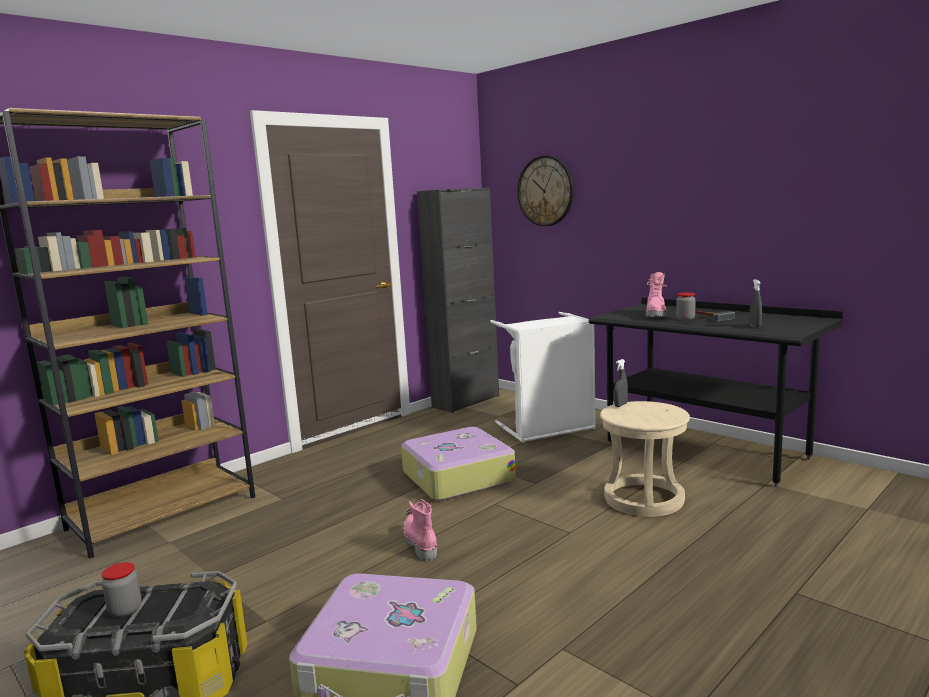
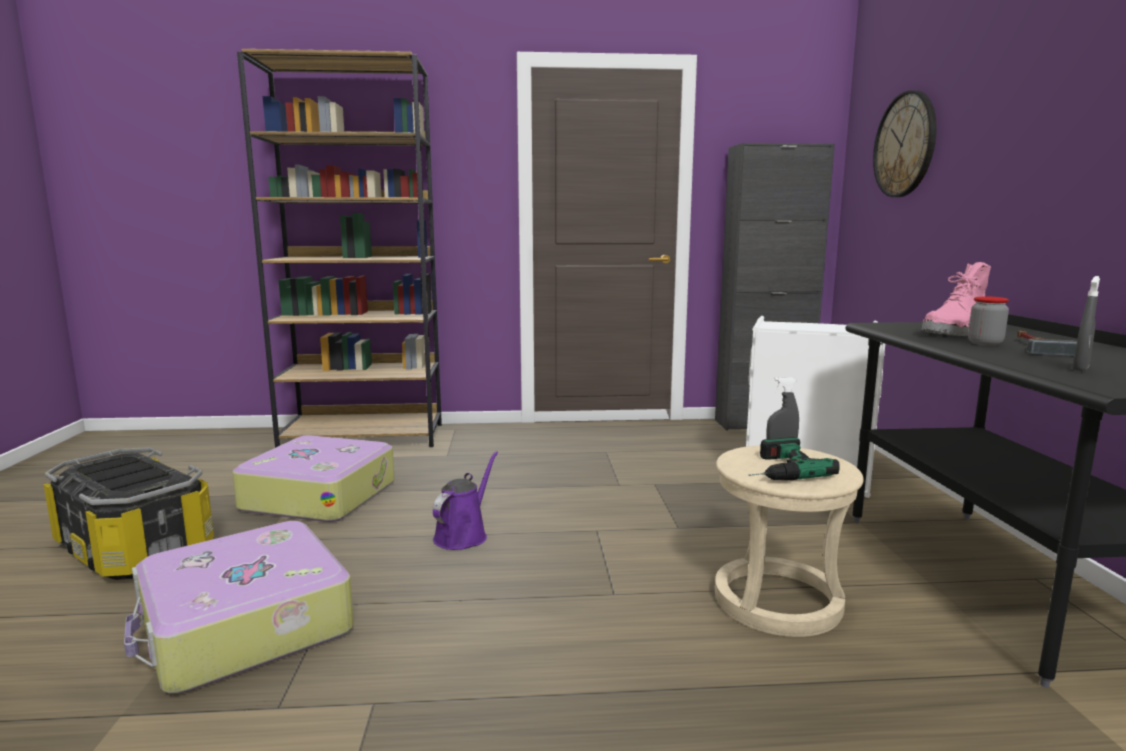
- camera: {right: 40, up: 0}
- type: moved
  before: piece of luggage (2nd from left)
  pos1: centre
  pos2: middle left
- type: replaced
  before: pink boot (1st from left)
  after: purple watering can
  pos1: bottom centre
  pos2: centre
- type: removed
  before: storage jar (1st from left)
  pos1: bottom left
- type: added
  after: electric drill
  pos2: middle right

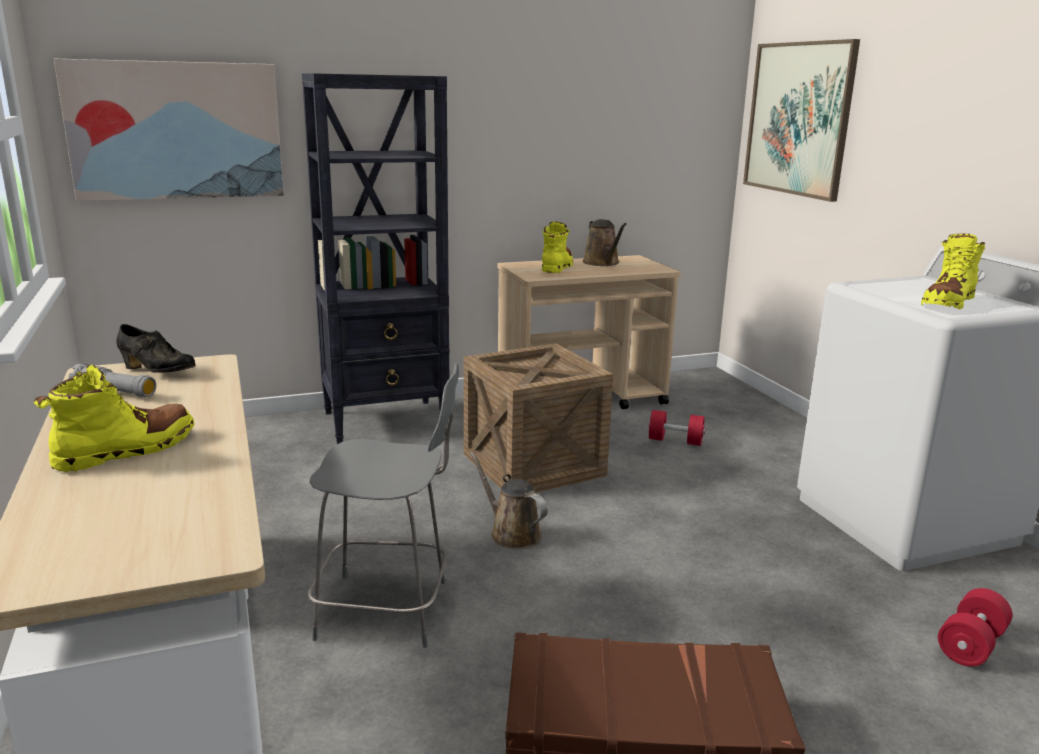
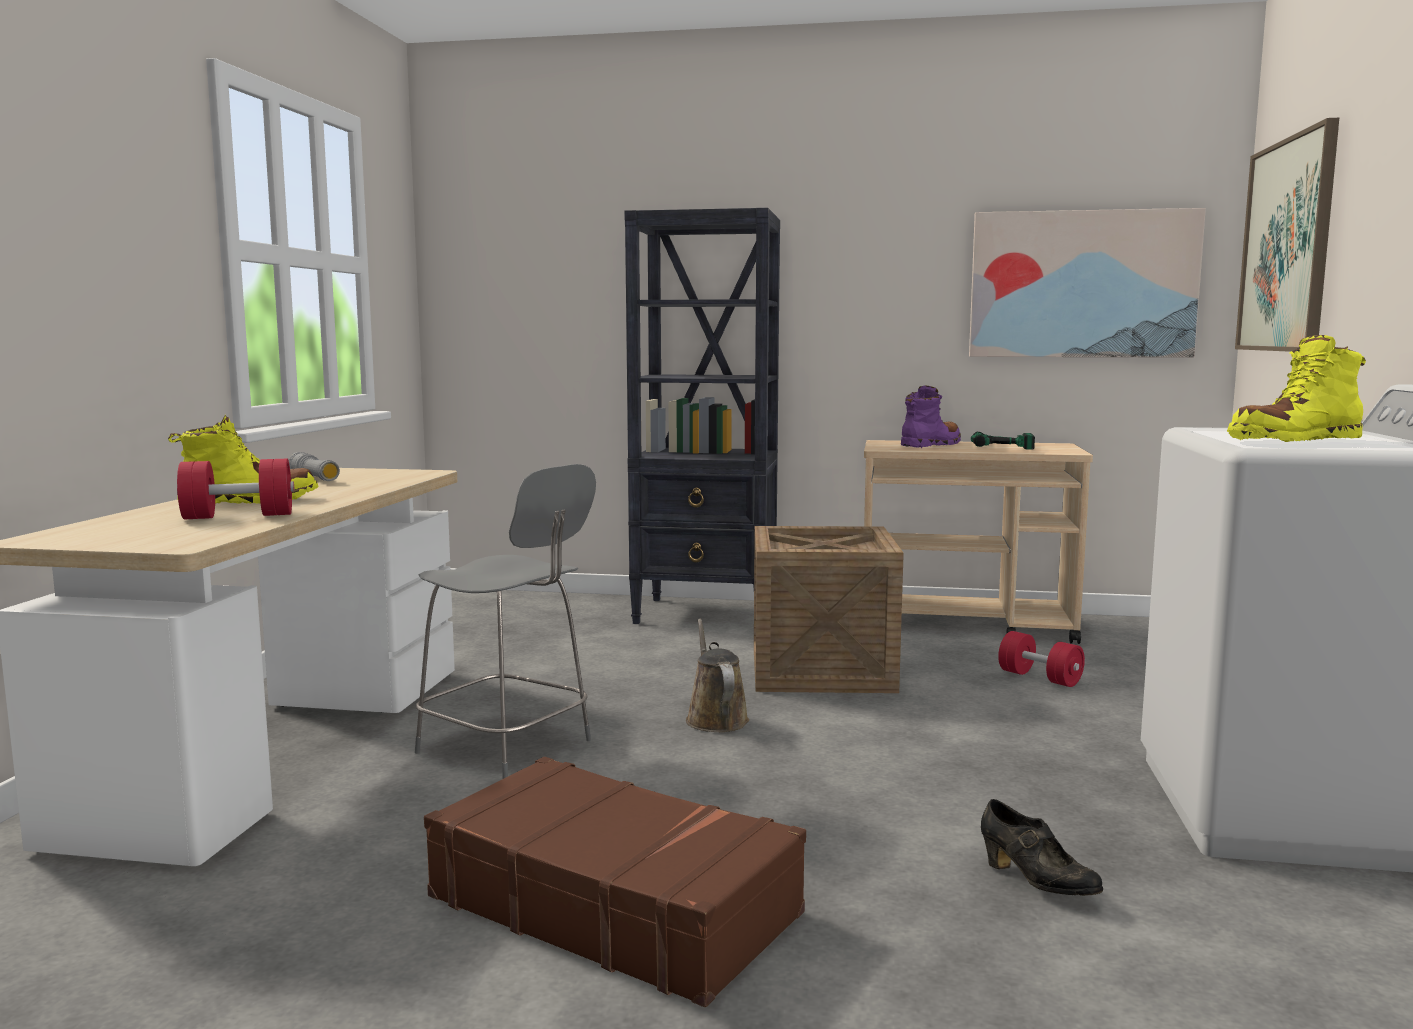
- camera: {right: 30, up: -10}
- type: moved
  before: wall art (1st from left)
  pos1: top left
  pos2: top right
- type: replaced
  before: brown-coloured watering can (2nd from left)
  after: electric drill
  pos1: top centre
  pos2: middle right
- type: recoloured
  before: yellow-coloured boot (2nd from left)
  after: purple boot
  pos1: top centre
  pos2: centre
- type: moved
  before: black low shoe
  pos1: middle left
  pos2: bottom right
- type: moved
  before: red hand weight (2nd from left in the first image)
  after: red hand weight (1st from left)
  pos1: bottom right
  pos2: middle left

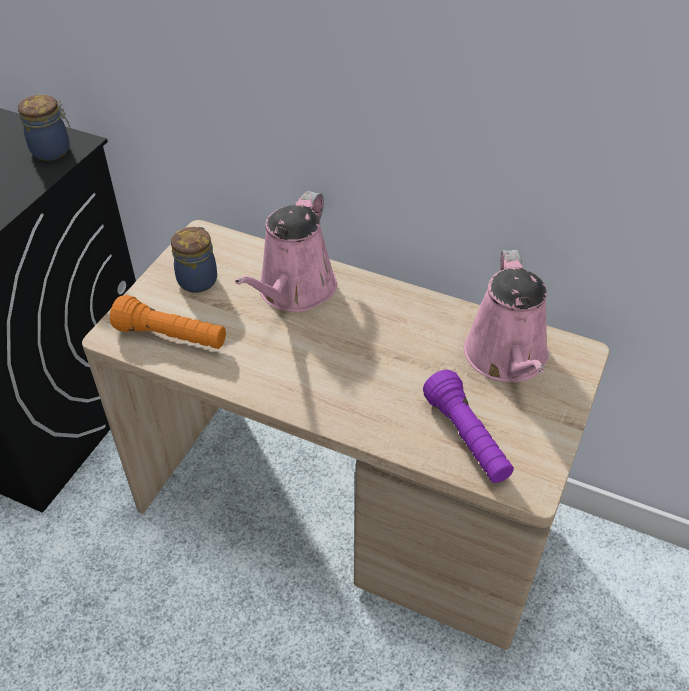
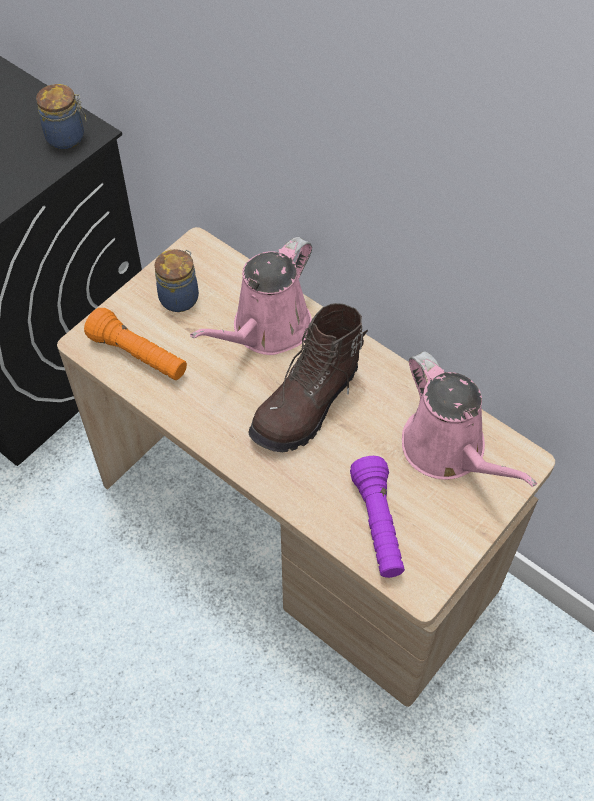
- camera: {right: 15, up: 10}
- type: turned
  before: pink watering can (2nd from left)
  pos1: middle right
  pos2: middle right
  turn: -45
- type: added
  after: brown-coloured boot
  pos2: centre

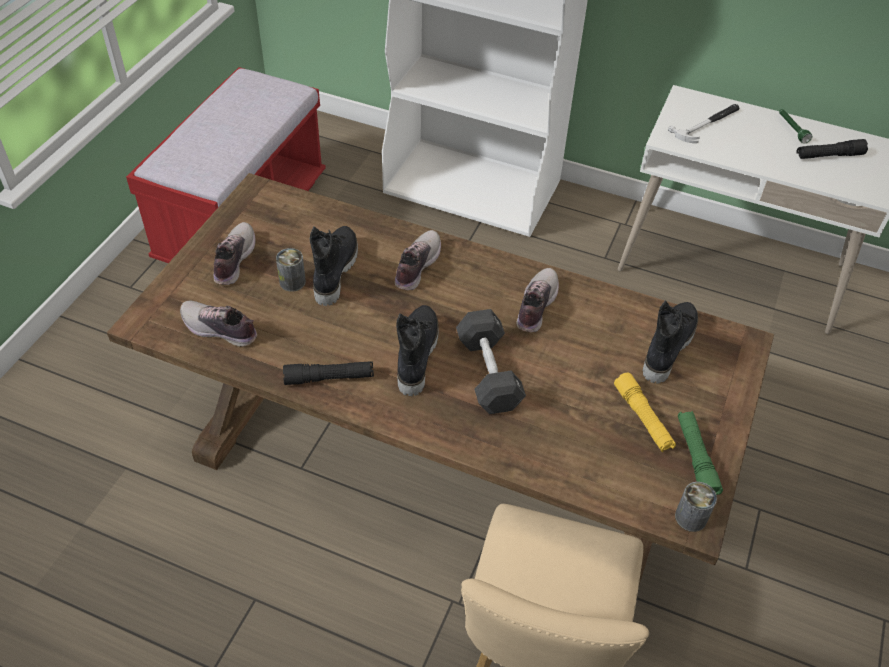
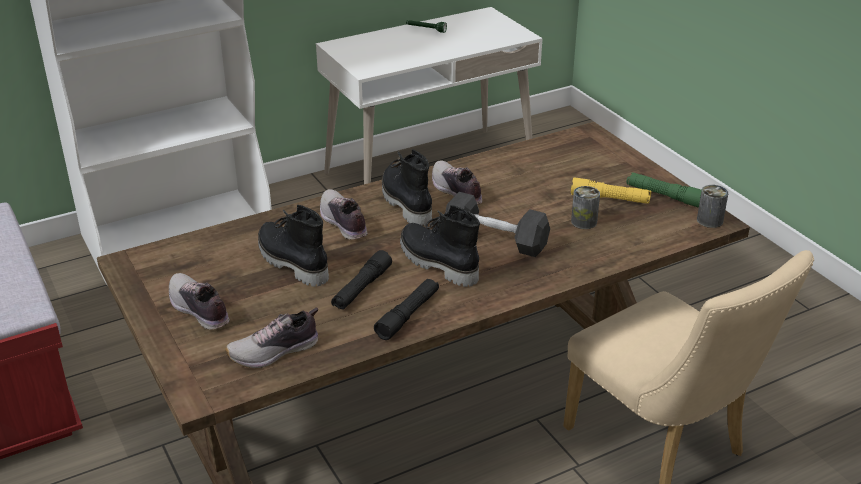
- camera: {right: -50, up: -15}
- type: removed
  before: tool hammer
  pos1: top right
- type: moved
  before: black flashlight (2nd from left in the first image)
  after: black flashlight (1st from left)
  pos1: top right
  pos2: centre
- type: moved
  before: metal can (1st from left)
  pos1: middle left
  pos2: middle right
- type: moved
  before: black boot (3rd from left in the first image)
  after: black boot (2nd from left)
  pos1: middle right
  pos2: centre

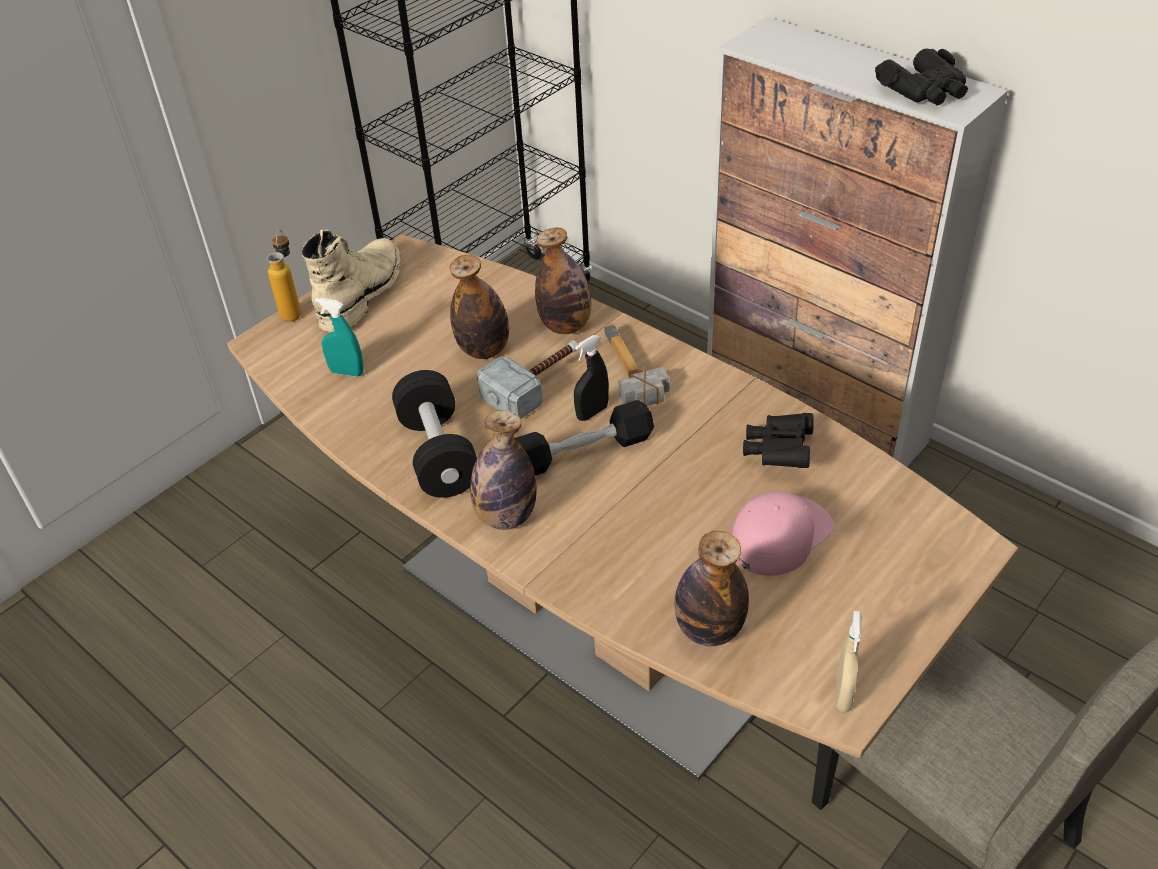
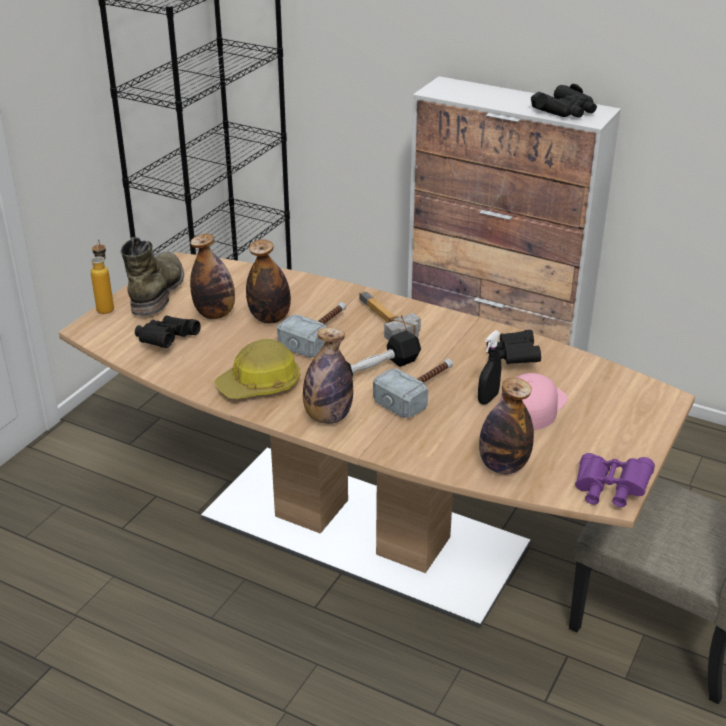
- camera: {right: -15, up: -10}
- type: moved
  before: bottle (4th from left in the first image)
  after: bottle (2nd from left)
  pos1: top centre
  pos2: middle left
- type: recoloured
  before: beige-coloured boot
  after: green-coloured boot
  pos1: top left
  pos2: middle left
- type: replaced
  before: turquoise spray bottle
  after: black binoculars (1st from left)
  pos1: middle left
  pos2: middle left
- type: moved
  before: black spray bottle
  pos1: centre
  pos2: middle right
- type: replaced
  before: black hand weight (1st from left)
  after: hard hat
  pos1: centre
  pos2: centre
- type: replaced
  before: beige-coloured spray bottle
  after: purple binoculars
  pos1: bottom right
  pos2: middle right
- type: added
  after: tool hammer (3rd from left)
  pos2: centre

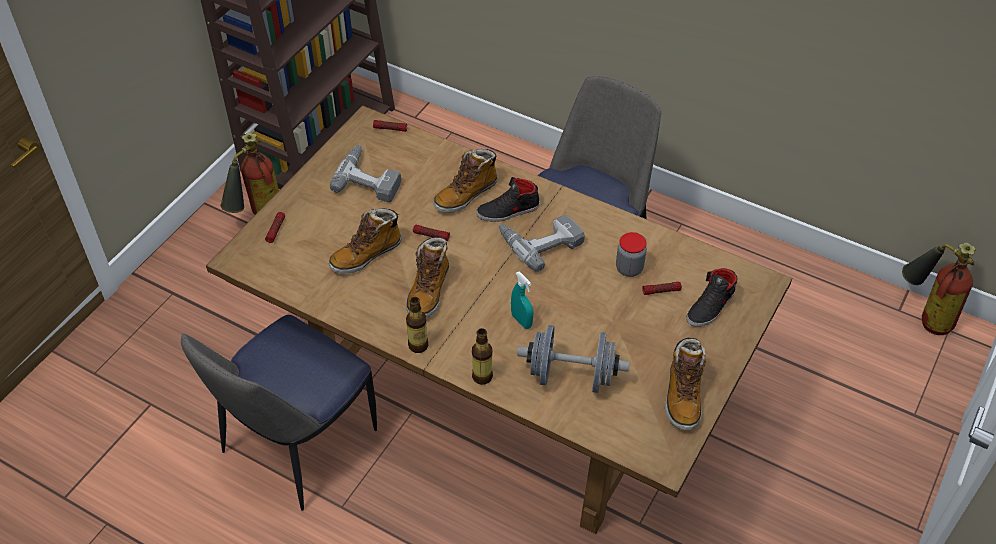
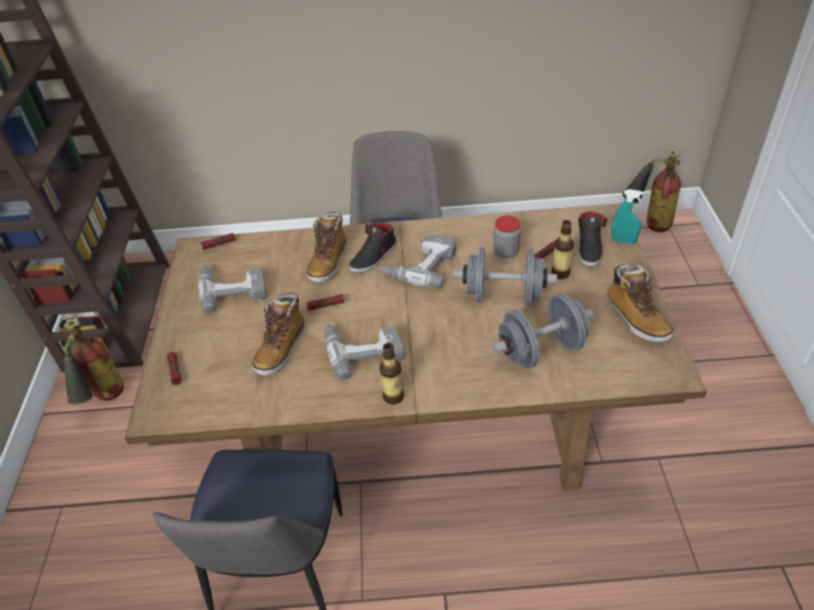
- camera: {right: -30, up: -5}
- type: replaced
  before: boot (2nd from left)
  after: electric drill (2nd from left)
  pos1: centre
  pos2: centre
- type: moved
  before: turquoise spray bottle
  pos1: centre
  pos2: middle right
- type: moved
  before: bottle (2nd from left)
  pos1: centre
  pos2: middle right
- type: added
  after: gray hand weight (1st from left)
  pos2: centre

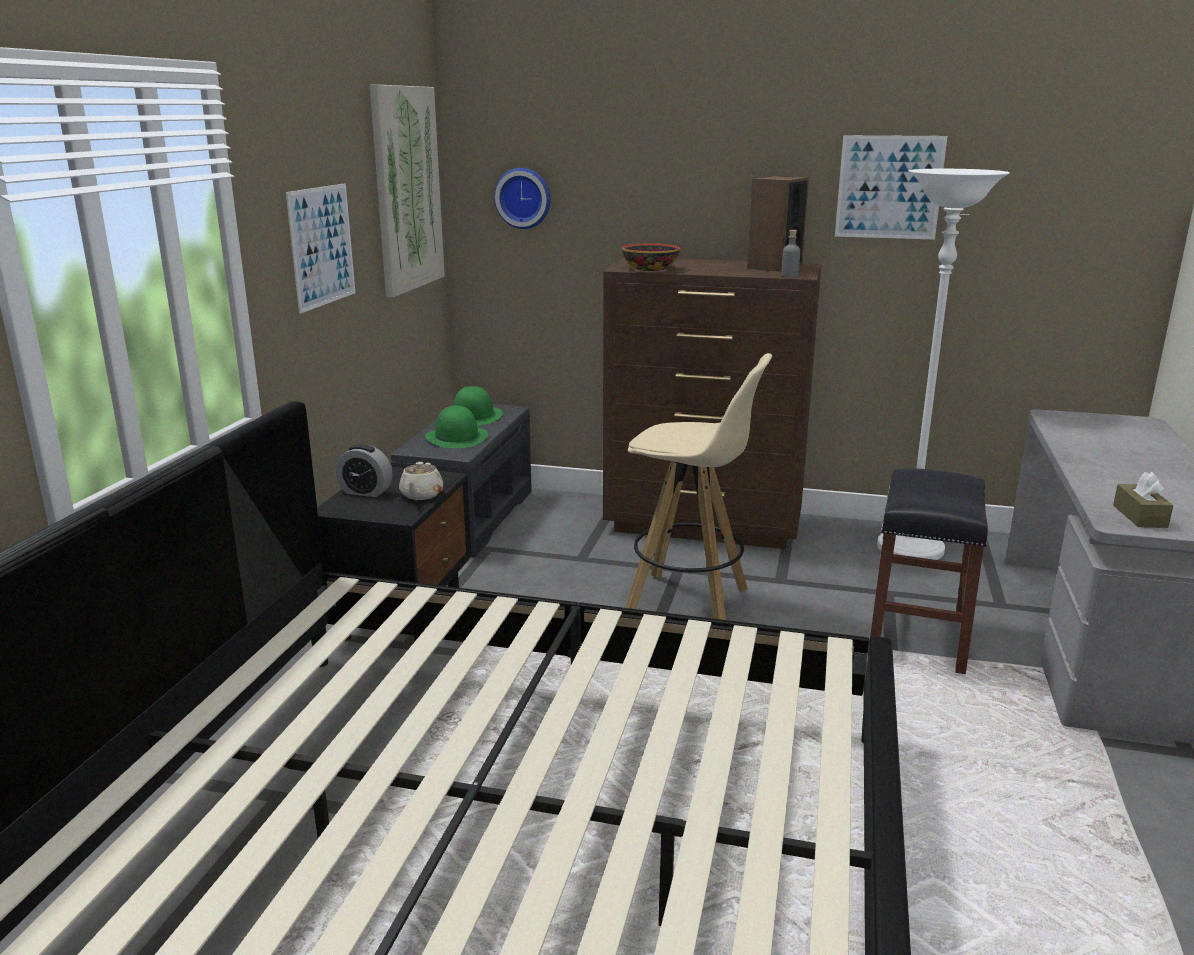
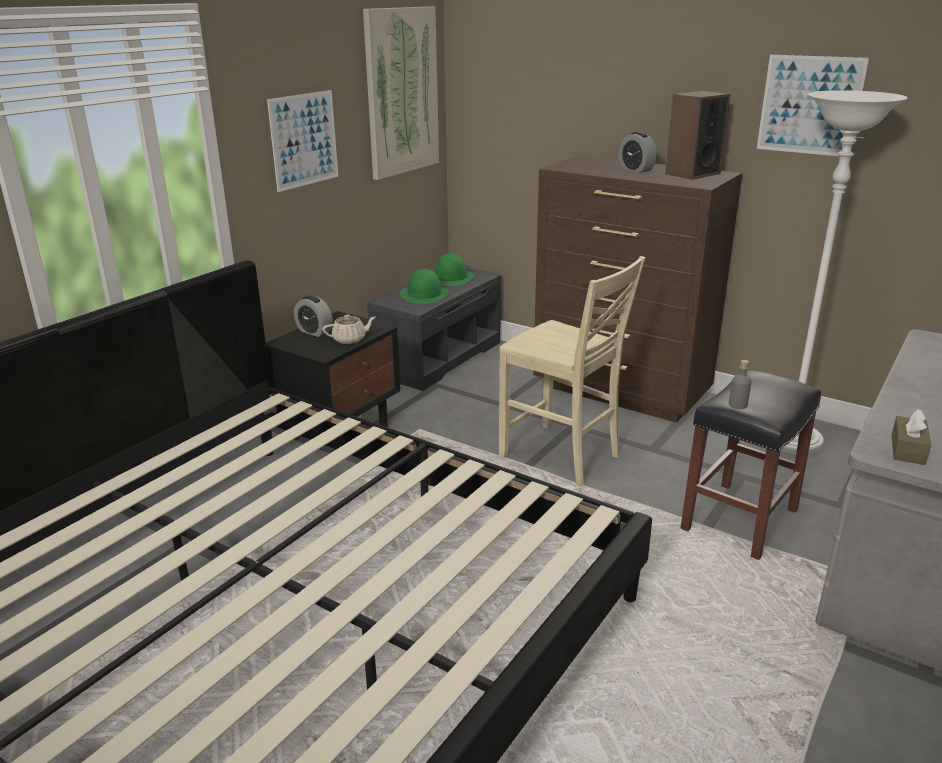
- camera: {right: 20, up: 5}
- type: removed
  before: clock on the wall
  pos1: top centre
- type: moved
  before: gray bottle
  pos1: top centre
  pos2: middle right
- type: removed
  before: bowl
  pos1: top centre
- type: replaced
  before: beige-coloured sitting stool
  after: beige-coloured upright chair
  pos1: centre
  pos2: centre
- type: turned
  before: beige-coloured teapot
  pos1: centre
  pos2: centre
  turn: -135
- type: added
  after: table clock (2nd from left)
  pos2: top right

